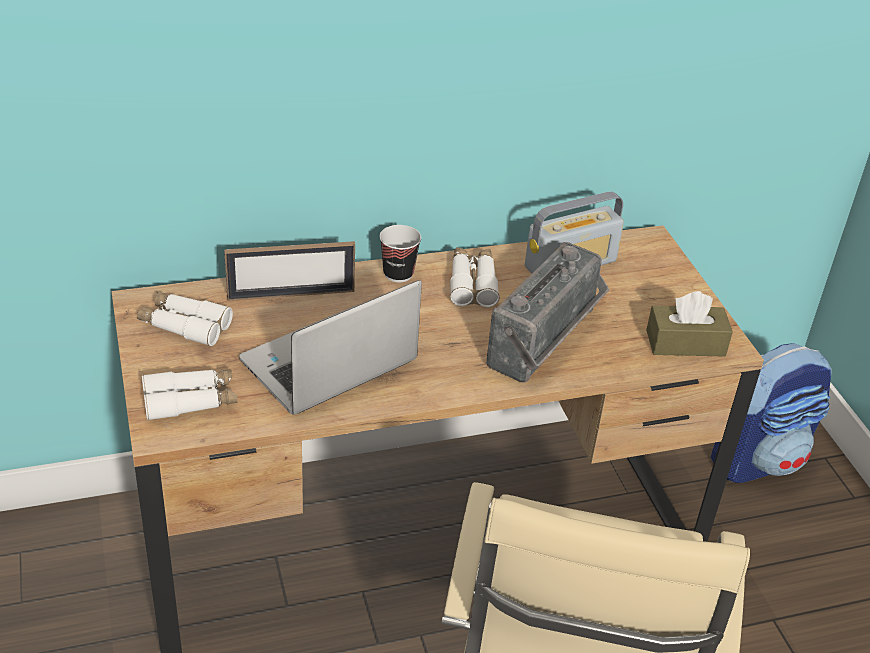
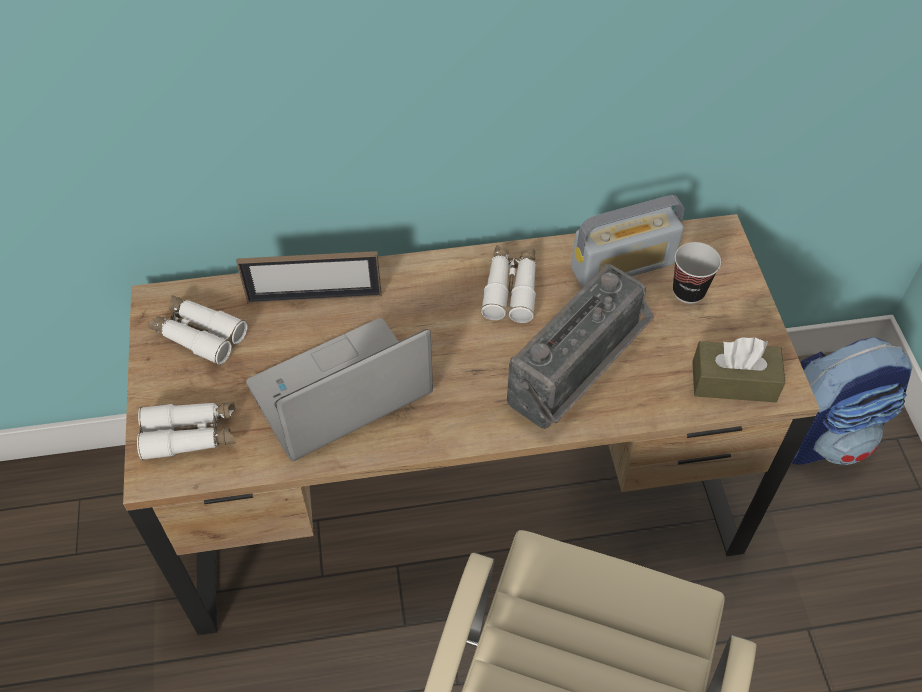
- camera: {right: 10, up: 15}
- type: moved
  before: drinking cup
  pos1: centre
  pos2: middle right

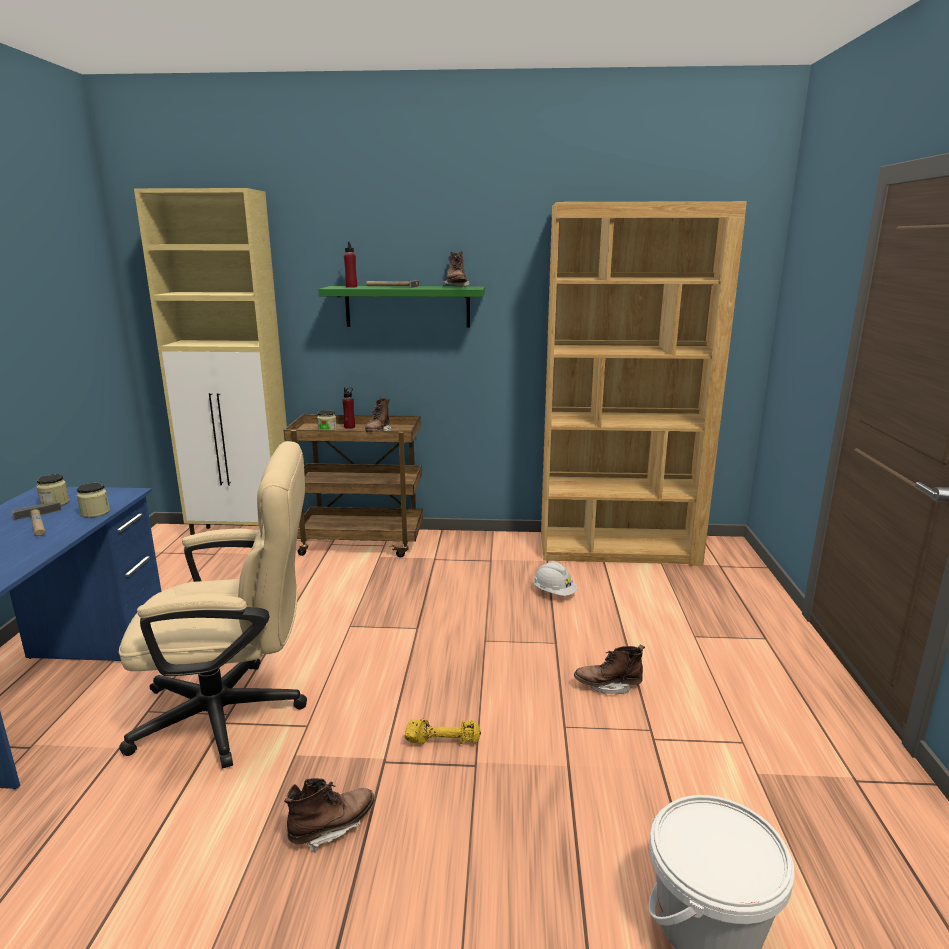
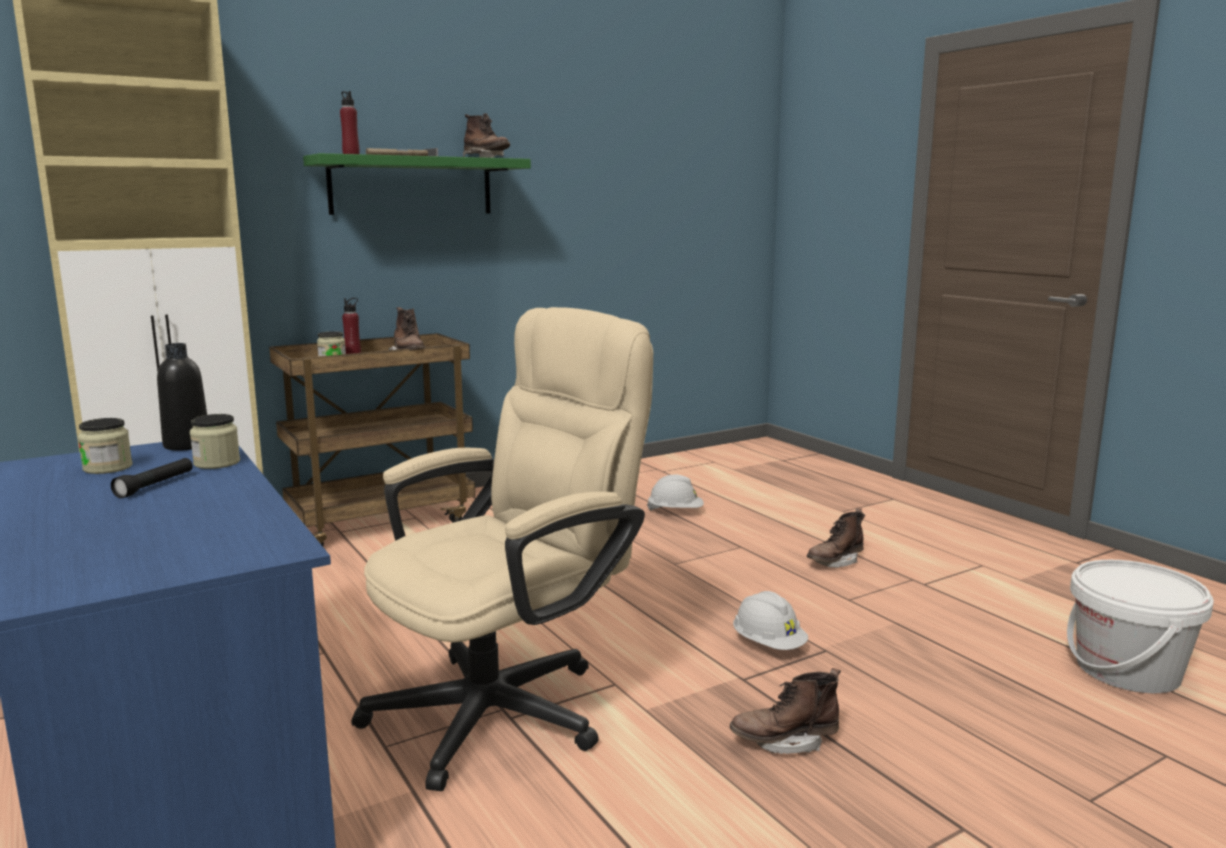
- camera: {right: -35, up: -5}
- type: removed
  before: brown-coloured shelving unit
  pos1: middle right
- type: replaced
  before: tool hammer (1st from left)
  after: black flashlight
  pos1: middle left
  pos2: middle left
- type: replaced
  before: yellow-coloured hand weight
  after: white-coloured hard hat (2nd from left)
  pos1: bottom centre
  pos2: bottom centre
- type: turned
  before: brown-coloured boot (1st from left in the first image)
  pos1: bottom centre
  pos2: bottom centre
  turn: -120
- type: added
  after: black bottle
  pos2: middle left

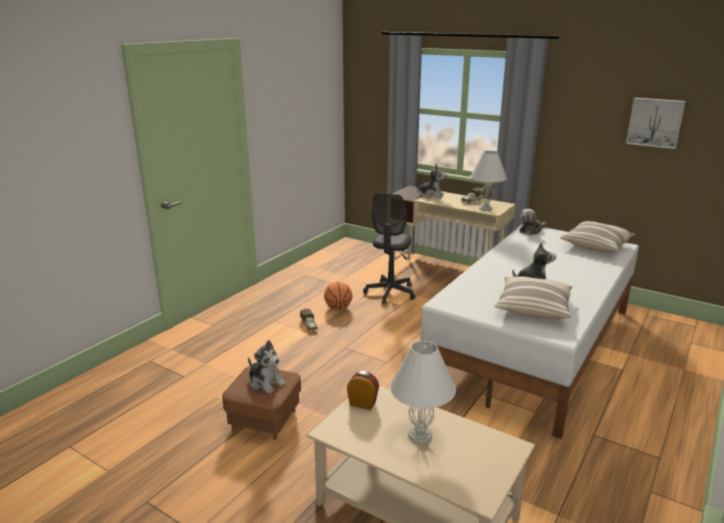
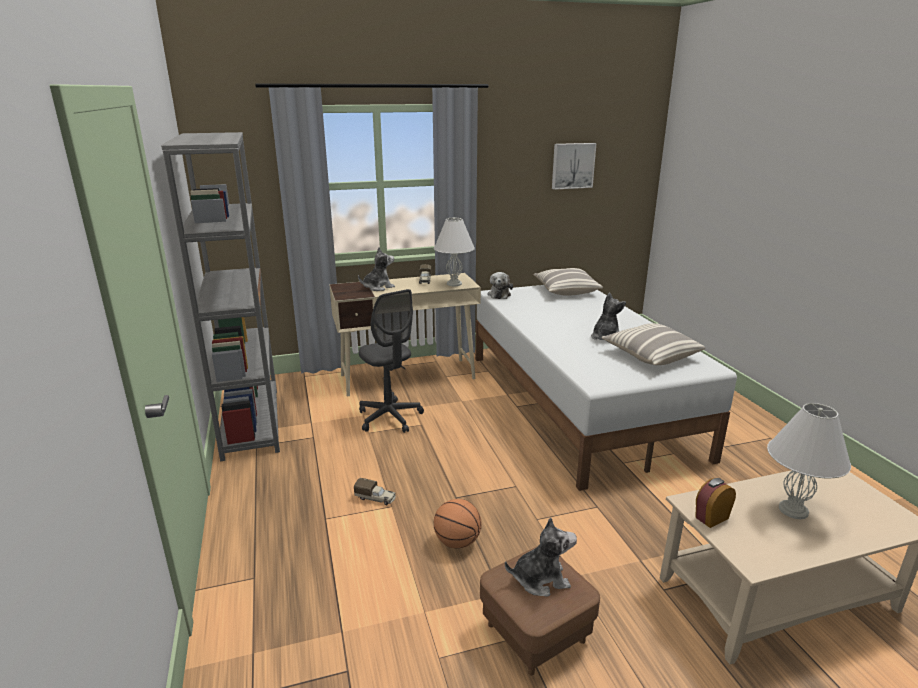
- camera: {right: -50, up: 0}
- type: moved
  before: basketball ball
  pos1: centre
  pos2: bottom centre
- type: added
  after: gray shelving unit
  pos2: middle left

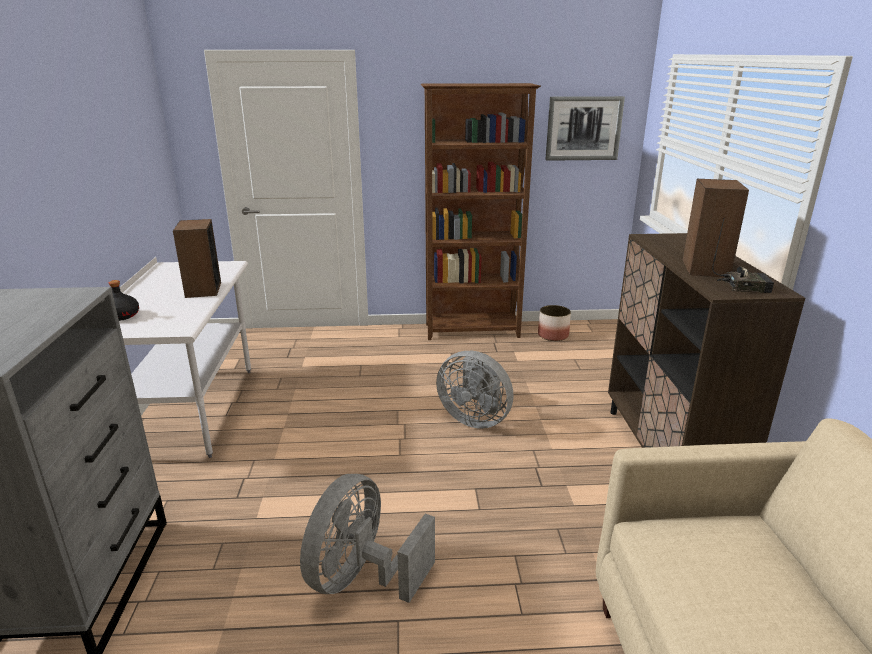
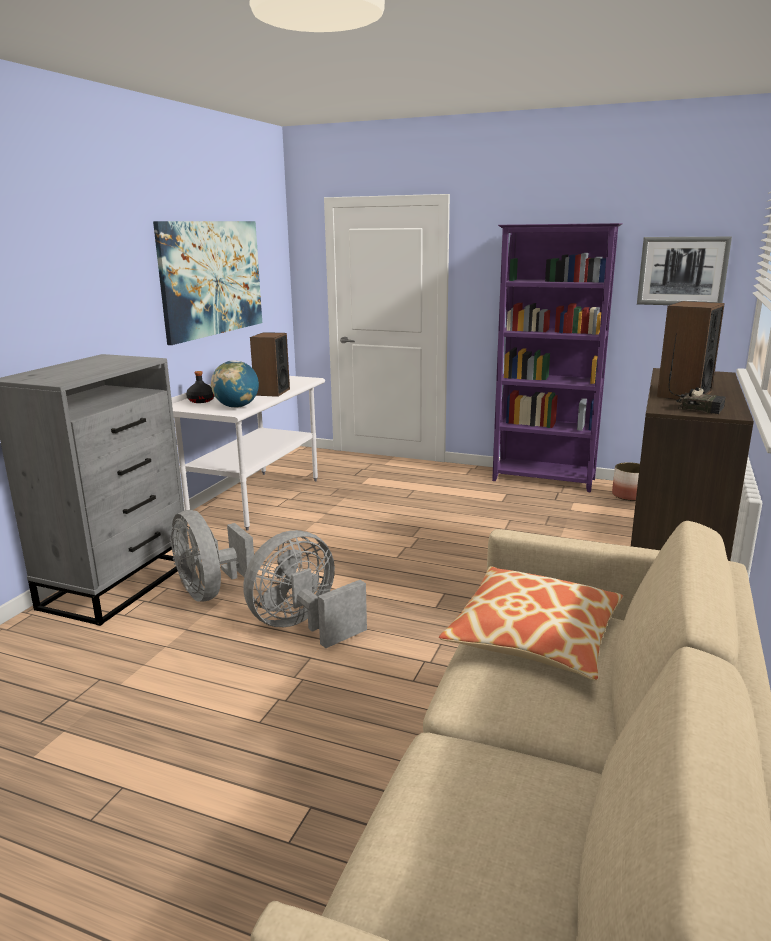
- camera: {right: 25, up: -5}
- type: recoloured
  before: brown-coloured shelving unit
  after: purple shelving unit
  pos1: top centre
  pos2: middle right
- type: moved
  before: gray electric fan (2nd from left in the first image)
  after: gray electric fan (1st from left)
  pos1: centre
  pos2: middle left
- type: added
  after: wall art (1st from left)
  pos2: top left
- type: added
  after: globe
  pos2: middle left
- type: added
  after: throw pillow
  pos2: middle right

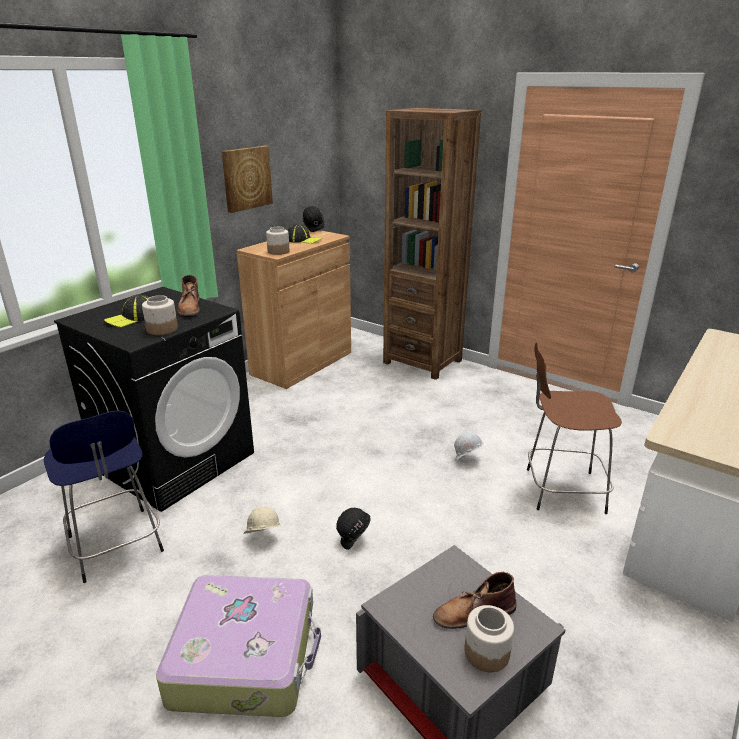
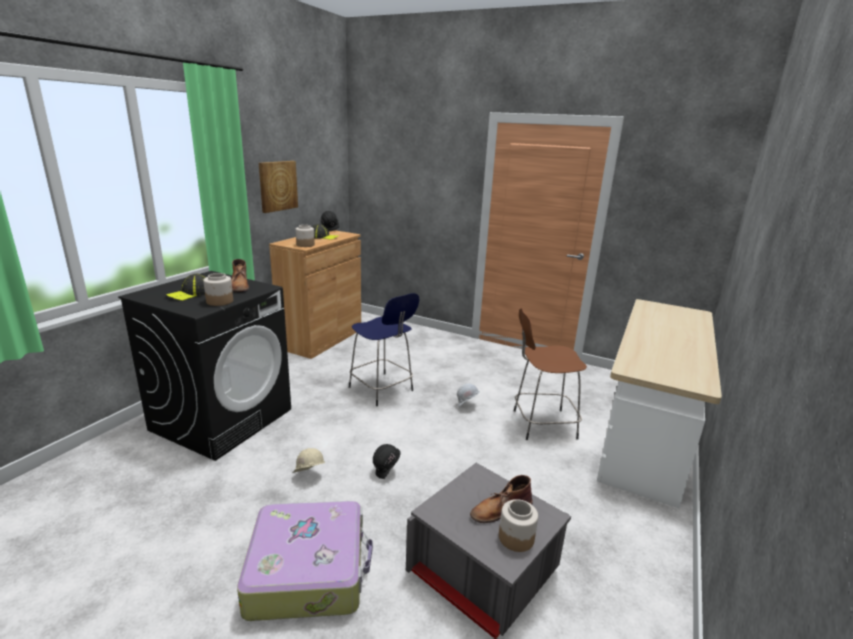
- camera: {right: -10, up: -5}
- type: removed
  before: brown-coloured shelving unit
  pos1: top centre
- type: moved
  before: blue-coloured sitting stool
  pos1: bottom left
  pos2: centre

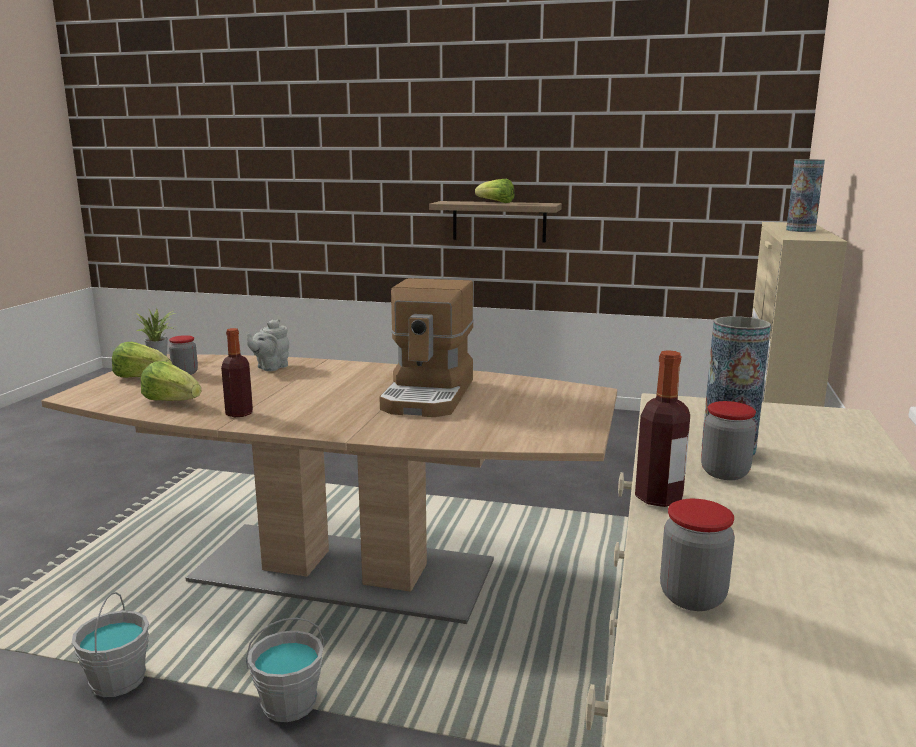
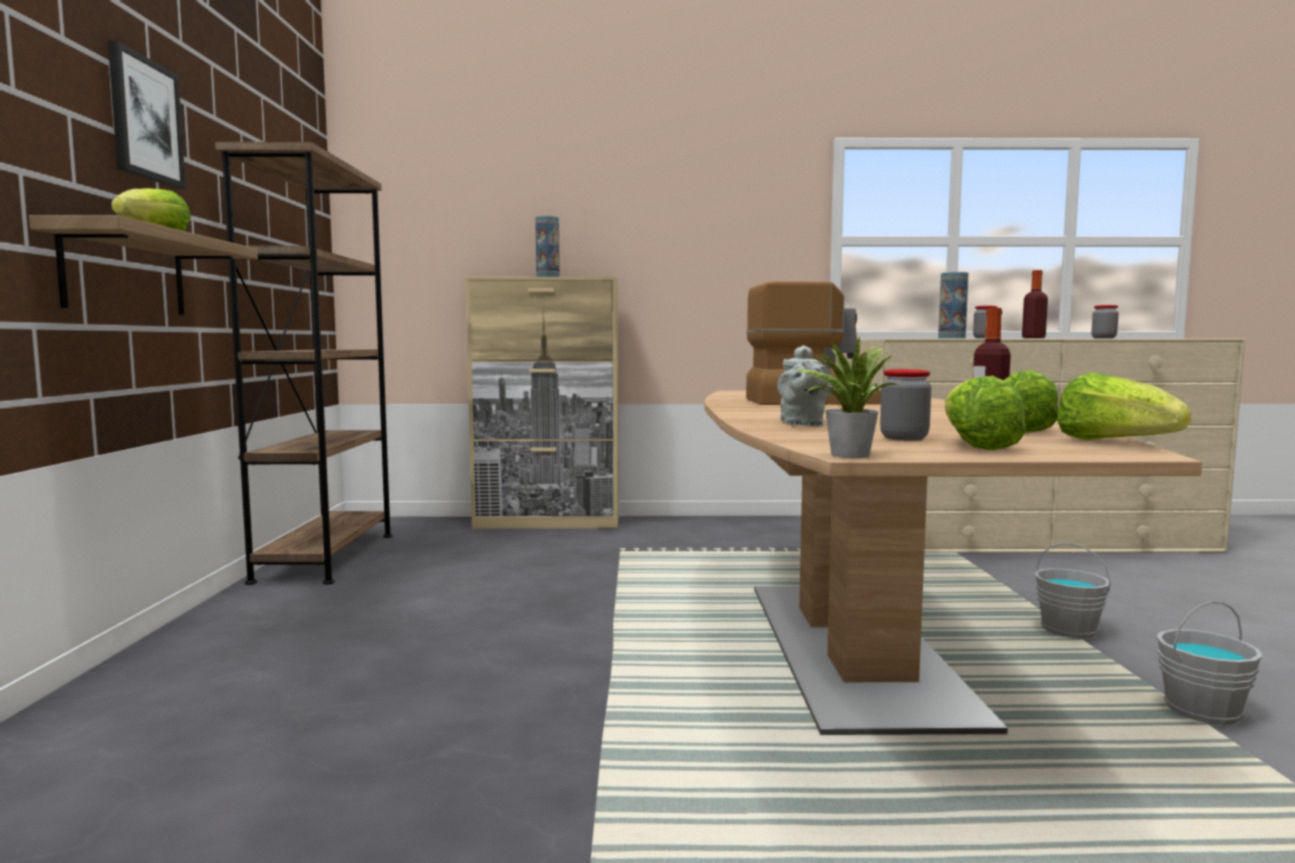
- camera: {right: -105, up: -10}
- type: turned
  before: gray teapot
  pos1: middle left
  pos2: centre
  turn: 75
- type: added
  after: wall art
  pos2: top left
- type: added
  after: brown-coloured shelving unit
  pos2: middle left
- type: added
  after: lettuce head (4th from left)
  pos2: middle right

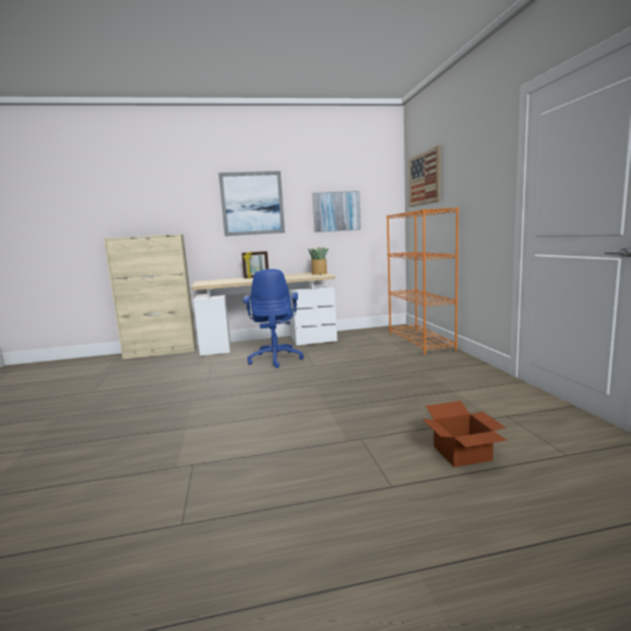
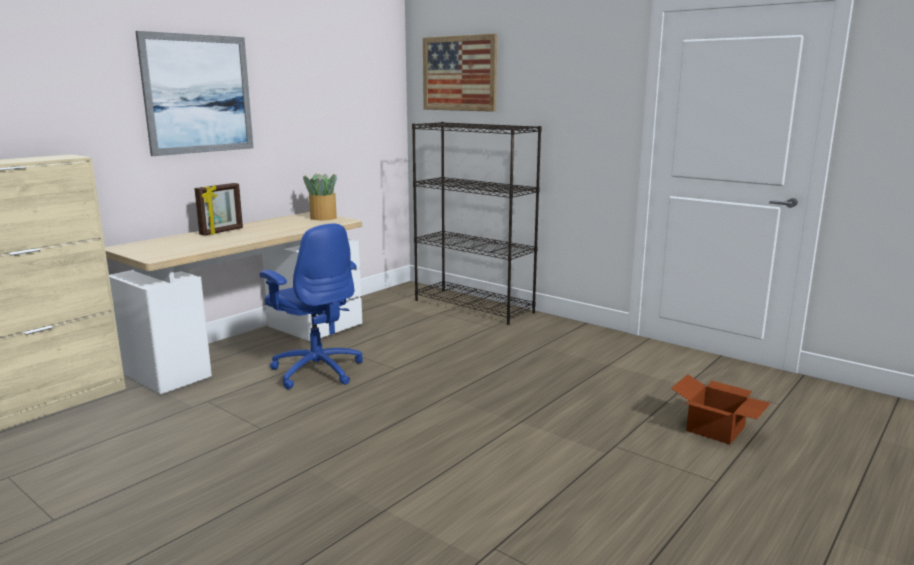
- camera: {right: -40, up: 5}
- type: removed
  before: wall art (2nd from left)
  pos1: centre
- type: recoloured
  before: orangey shelving unit
  after: black shelving unit
  pos1: middle right
  pos2: centre

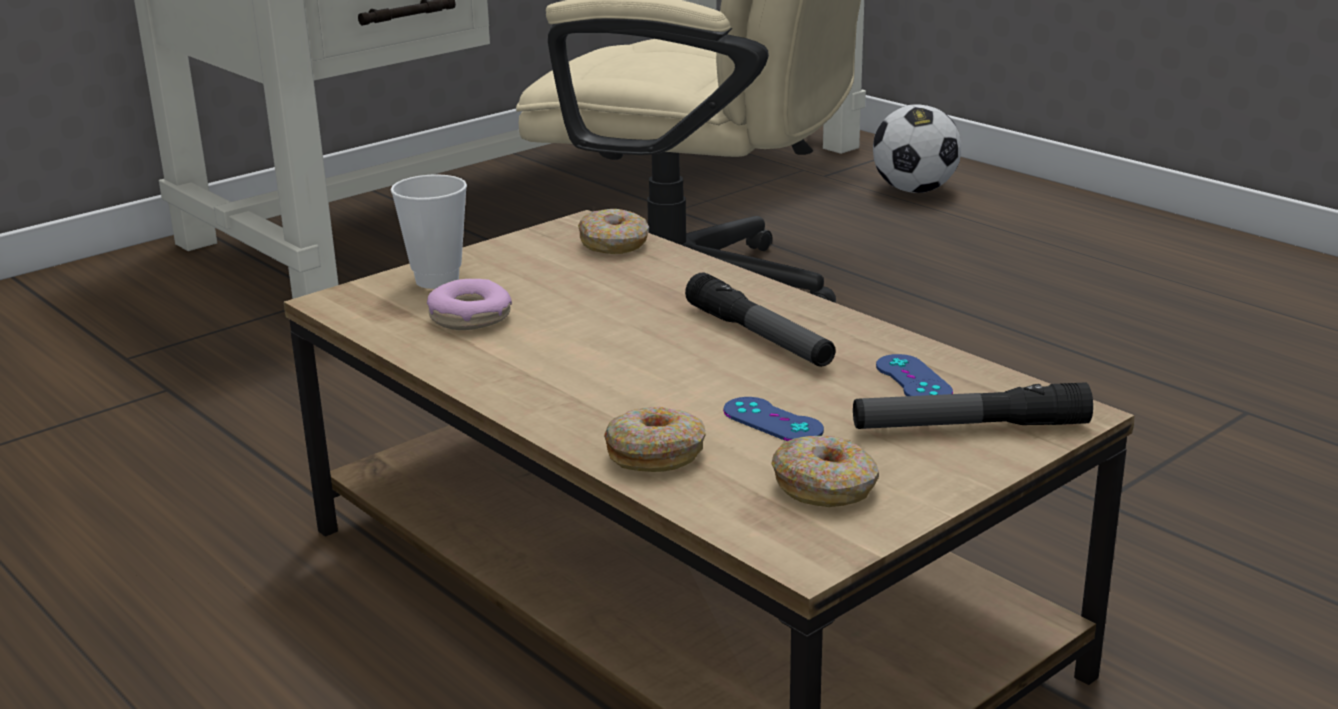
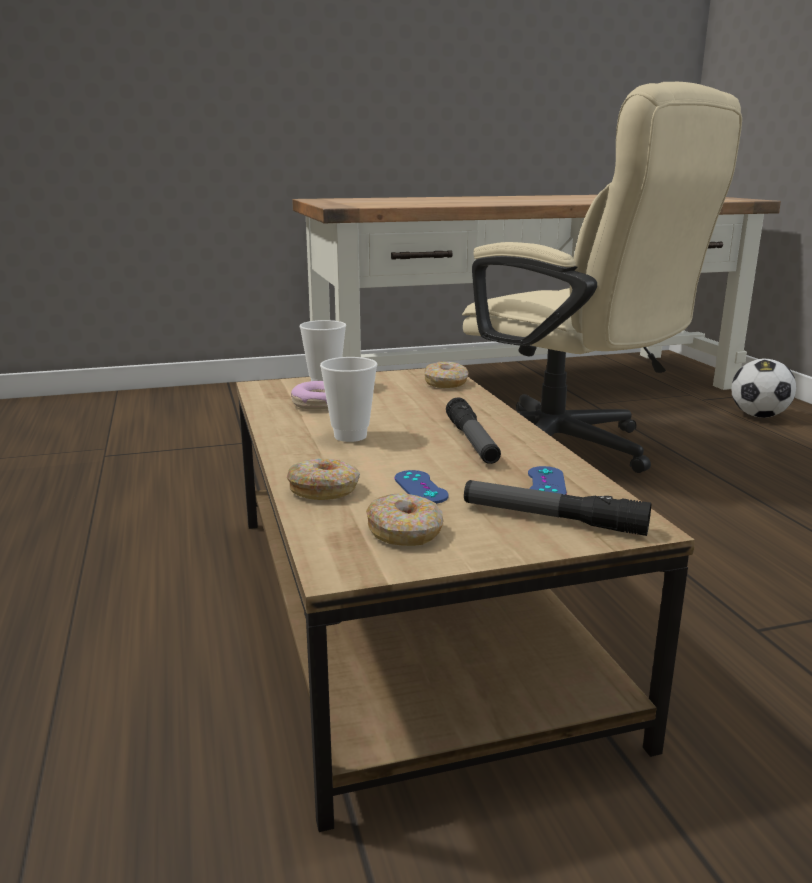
- camera: {right: 25, up: -5}
- type: added
  after: drinking cup (2nd from left)
  pos2: centre

